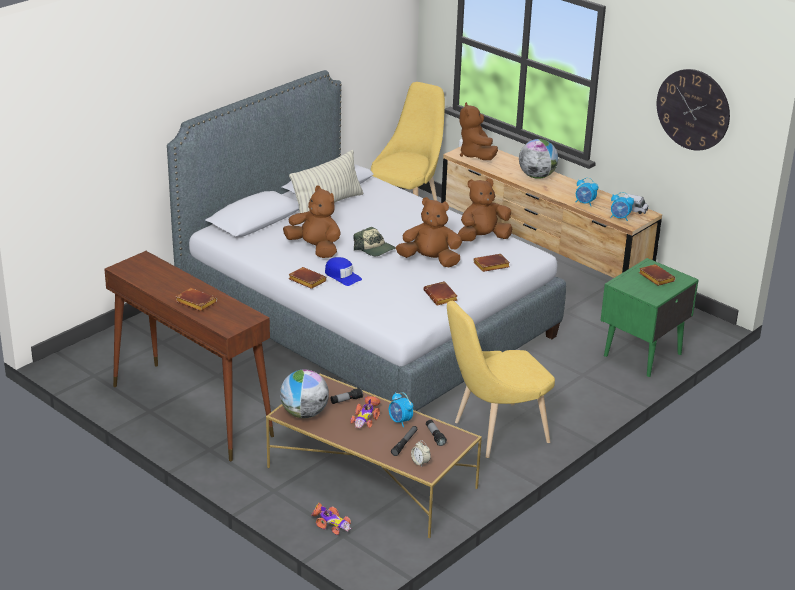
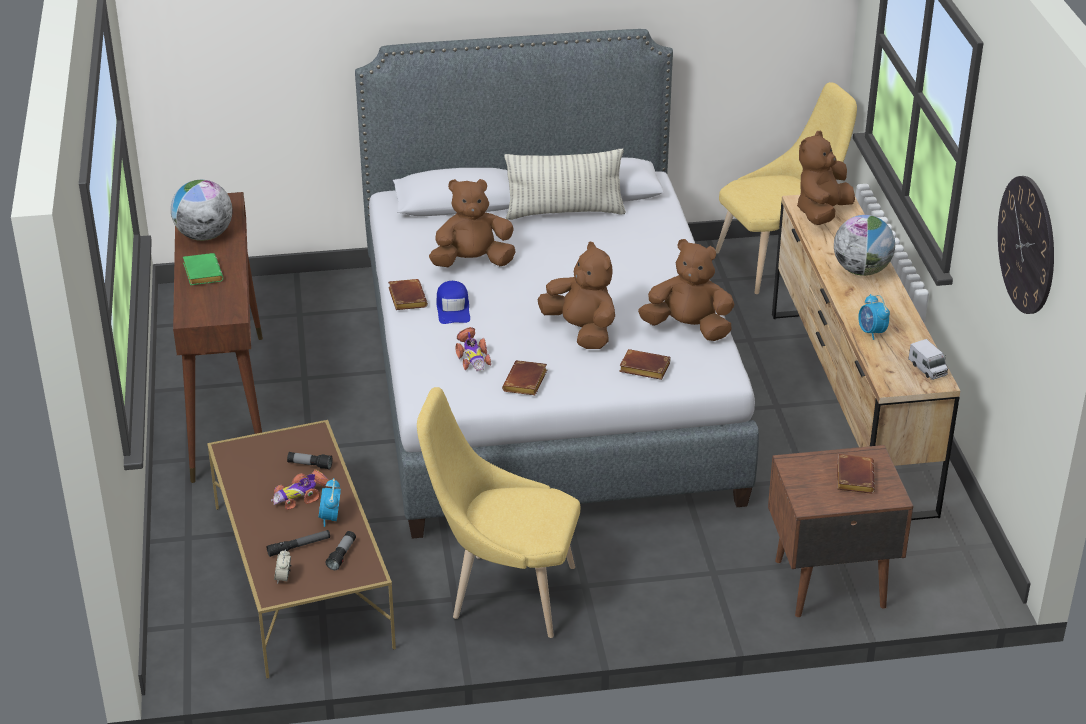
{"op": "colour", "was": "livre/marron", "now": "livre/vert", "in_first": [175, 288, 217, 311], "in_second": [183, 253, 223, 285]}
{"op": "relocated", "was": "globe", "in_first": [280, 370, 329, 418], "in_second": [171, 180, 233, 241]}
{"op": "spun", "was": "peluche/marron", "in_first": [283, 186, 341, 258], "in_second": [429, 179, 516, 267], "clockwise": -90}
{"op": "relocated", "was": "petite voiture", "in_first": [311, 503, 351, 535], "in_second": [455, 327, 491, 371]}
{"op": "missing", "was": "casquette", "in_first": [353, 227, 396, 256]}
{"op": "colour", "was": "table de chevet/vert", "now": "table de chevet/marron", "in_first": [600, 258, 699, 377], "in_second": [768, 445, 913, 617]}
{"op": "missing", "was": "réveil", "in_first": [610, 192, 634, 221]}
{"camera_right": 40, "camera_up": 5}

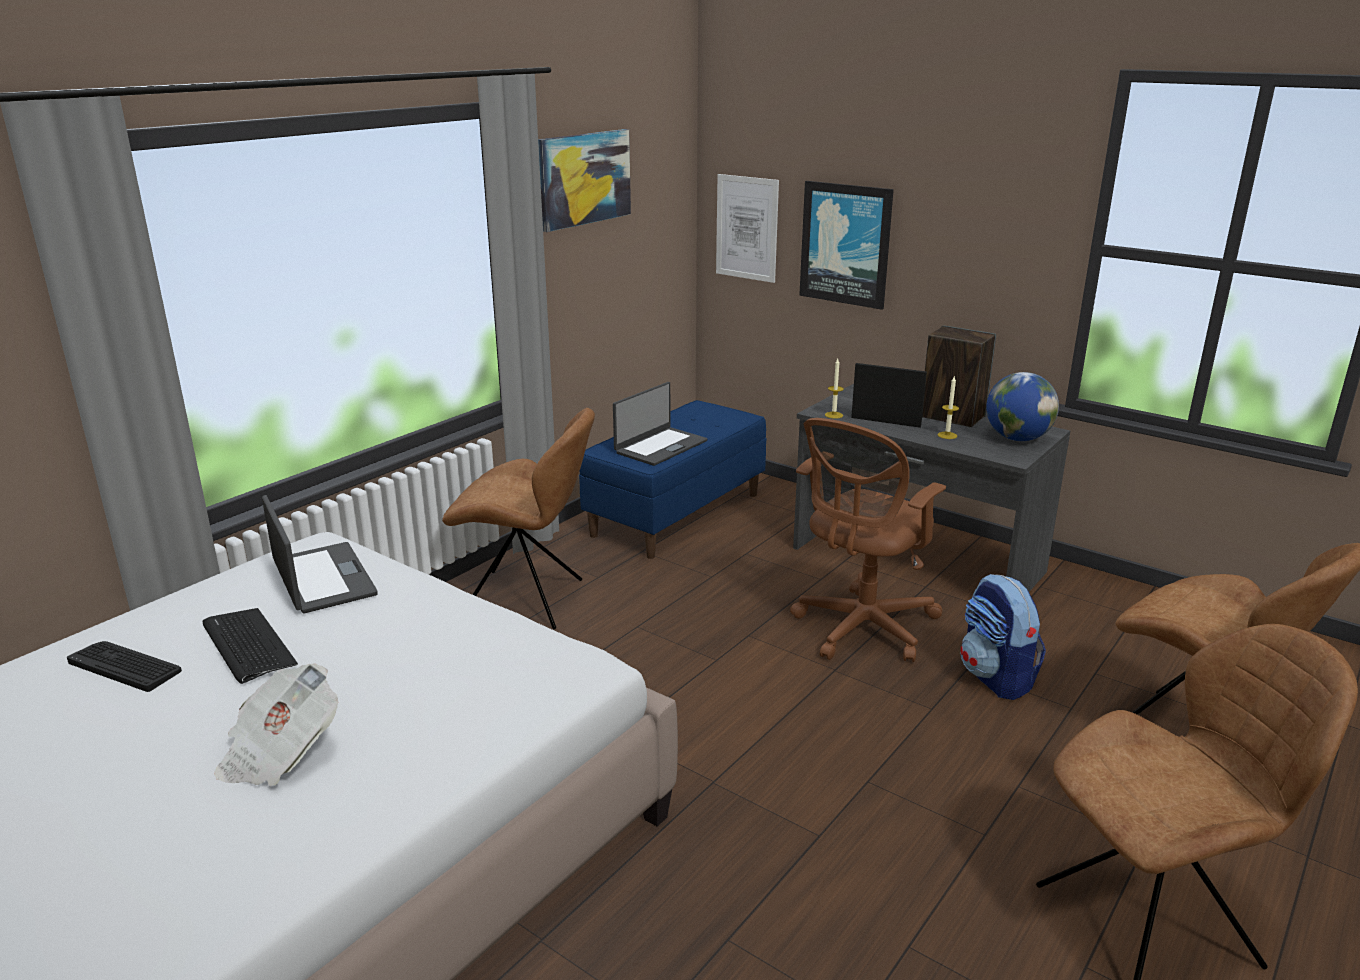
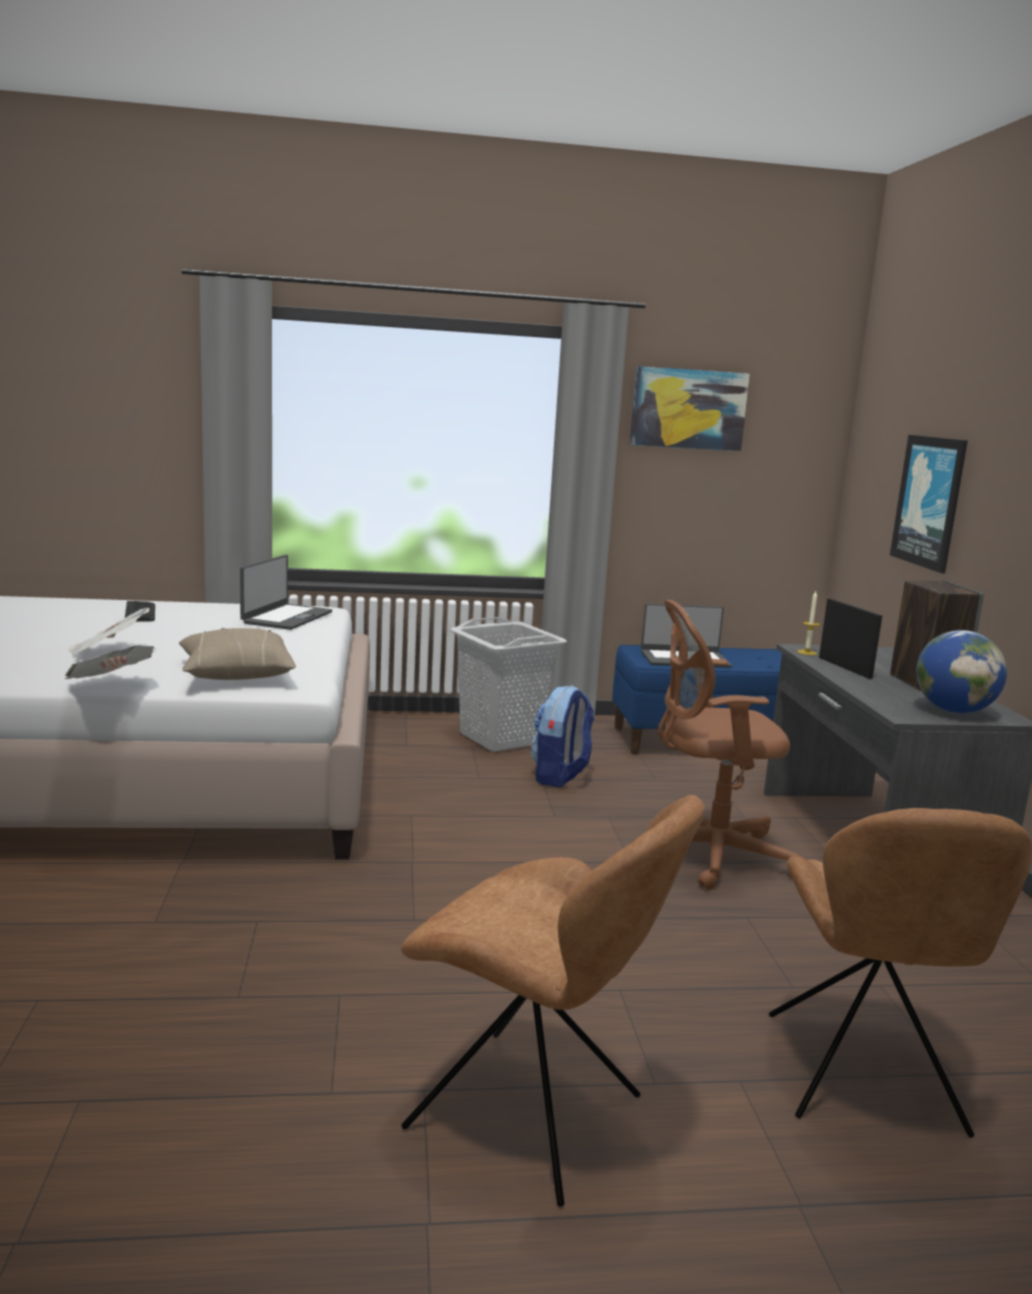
{"op": "missing", "was": "clavier", "in_first": [203, 608, 298, 684]}
{"op": "exchanged", "was": "chaise/marron", "now": "panier à linge/gris", "in_first": [442, 408, 595, 629], "in_second": [450, 617, 567, 752]}
{"op": "missing", "was": "tableau", "in_first": [716, 174, 779, 283]}
{"op": "missing", "was": "bougie", "in_first": [938, 377, 959, 439]}
{"op": "relocated", "was": "sac à dos", "in_first": [960, 574, 1046, 700], "in_second": [531, 685, 595, 787]}
{"op": "appeared", "now": "journal", "in_second": [64, 645, 154, 679]}
{"op": "appeared", "now": "coussin/beige", "in_second": [179, 628, 296, 680]}
{"camera_right": 45, "camera_up": -10}

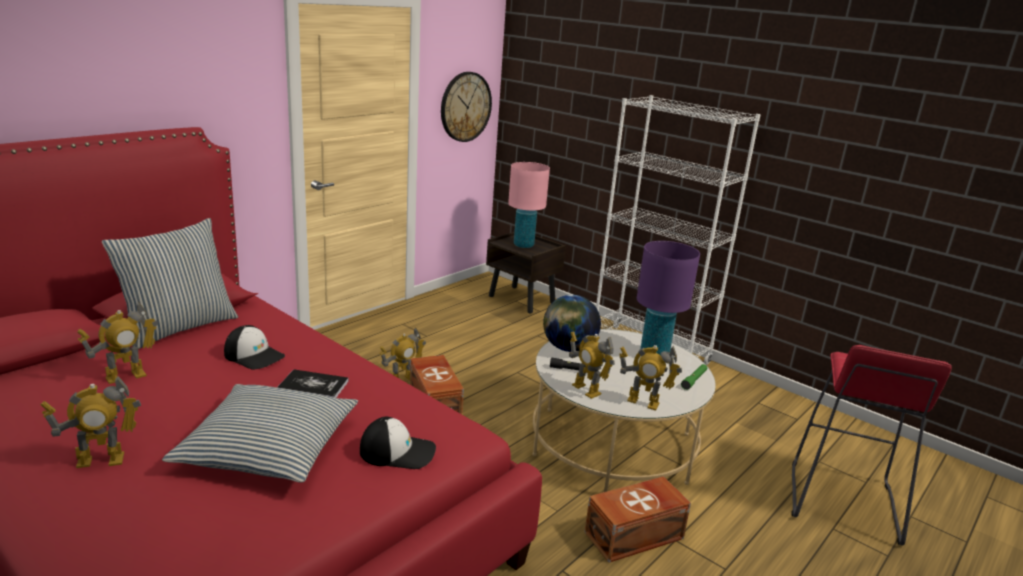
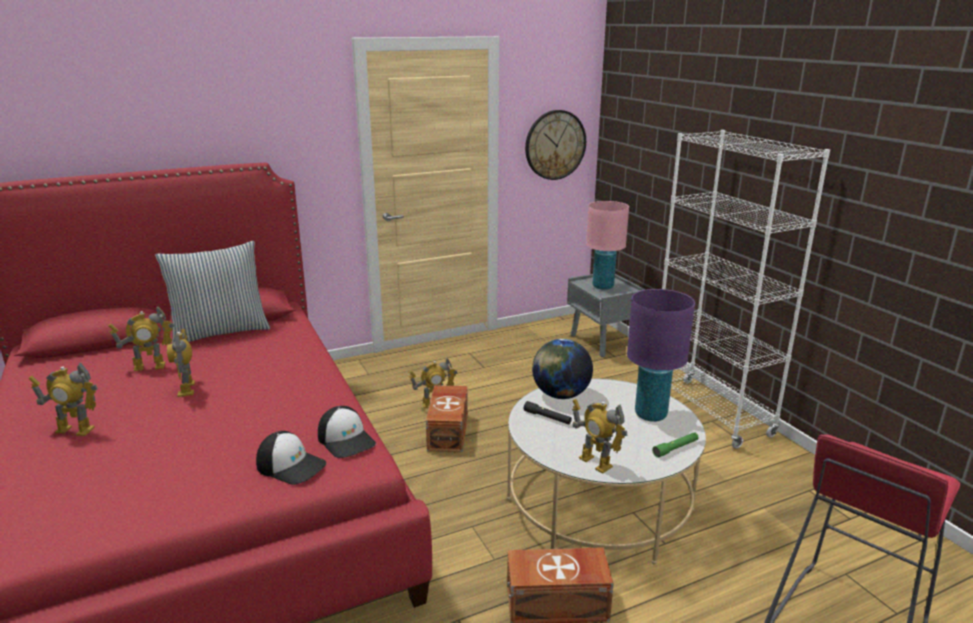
{"op": "missing", "was": "coussin", "in_first": [162, 384, 358, 483]}
{"op": "relocated", "was": "casquette", "in_first": [224, 325, 285, 370], "in_second": [318, 406, 376, 458]}
{"op": "missing", "was": "livre", "in_first": [277, 369, 349, 398]}
{"op": "colour", "was": "table de chevet/marron", "now": "table de chevet/gris", "in_first": [486, 232, 566, 313], "in_second": [567, 274, 646, 357]}
{"op": "relocated", "was": "robot jouet", "in_first": [569, 331, 615, 399], "in_second": [167, 329, 195, 397]}
{"camera_right": 25, "camera_up": 0}

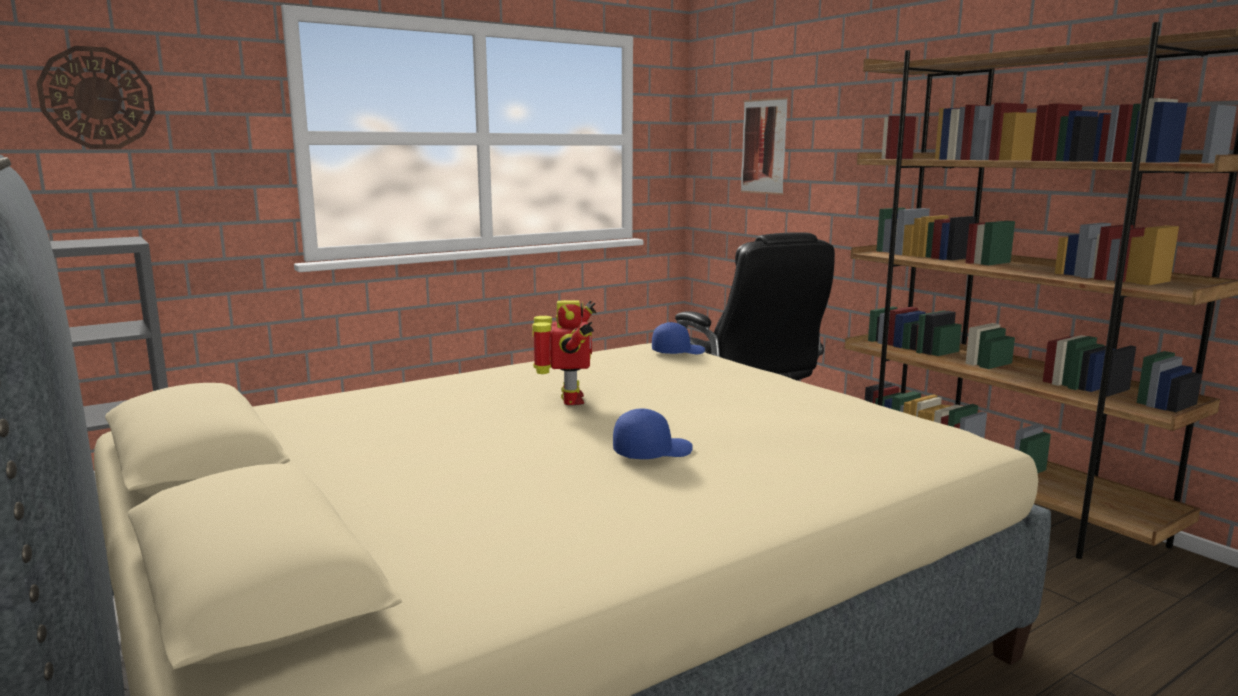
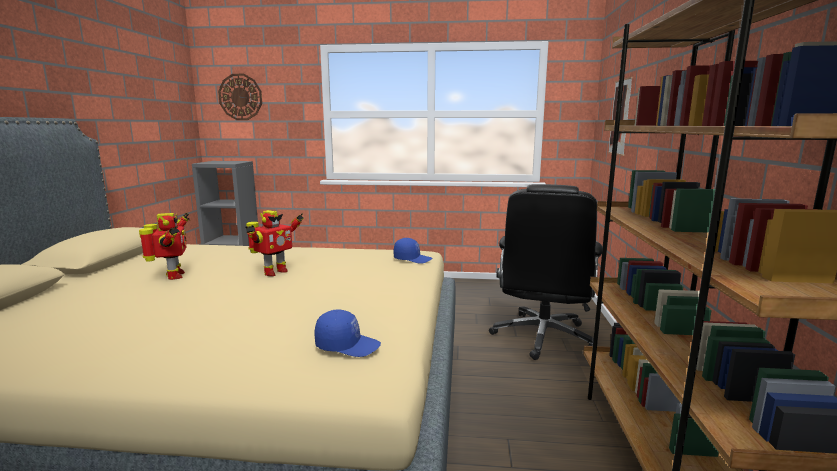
{"op": "relocated", "was": "casquette/bleu", "in_first": [613, 408, 693, 459], "in_second": [315, 310, 381, 357]}
{"op": "appeared", "now": "robot jouet", "in_second": [139, 213, 190, 280]}
{"camera_right": 40, "camera_up": 0}

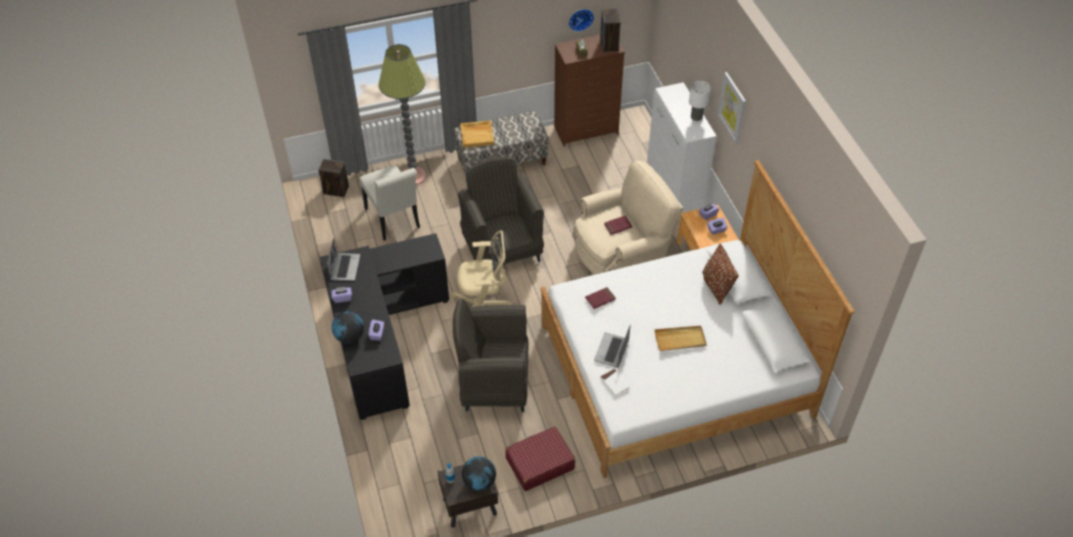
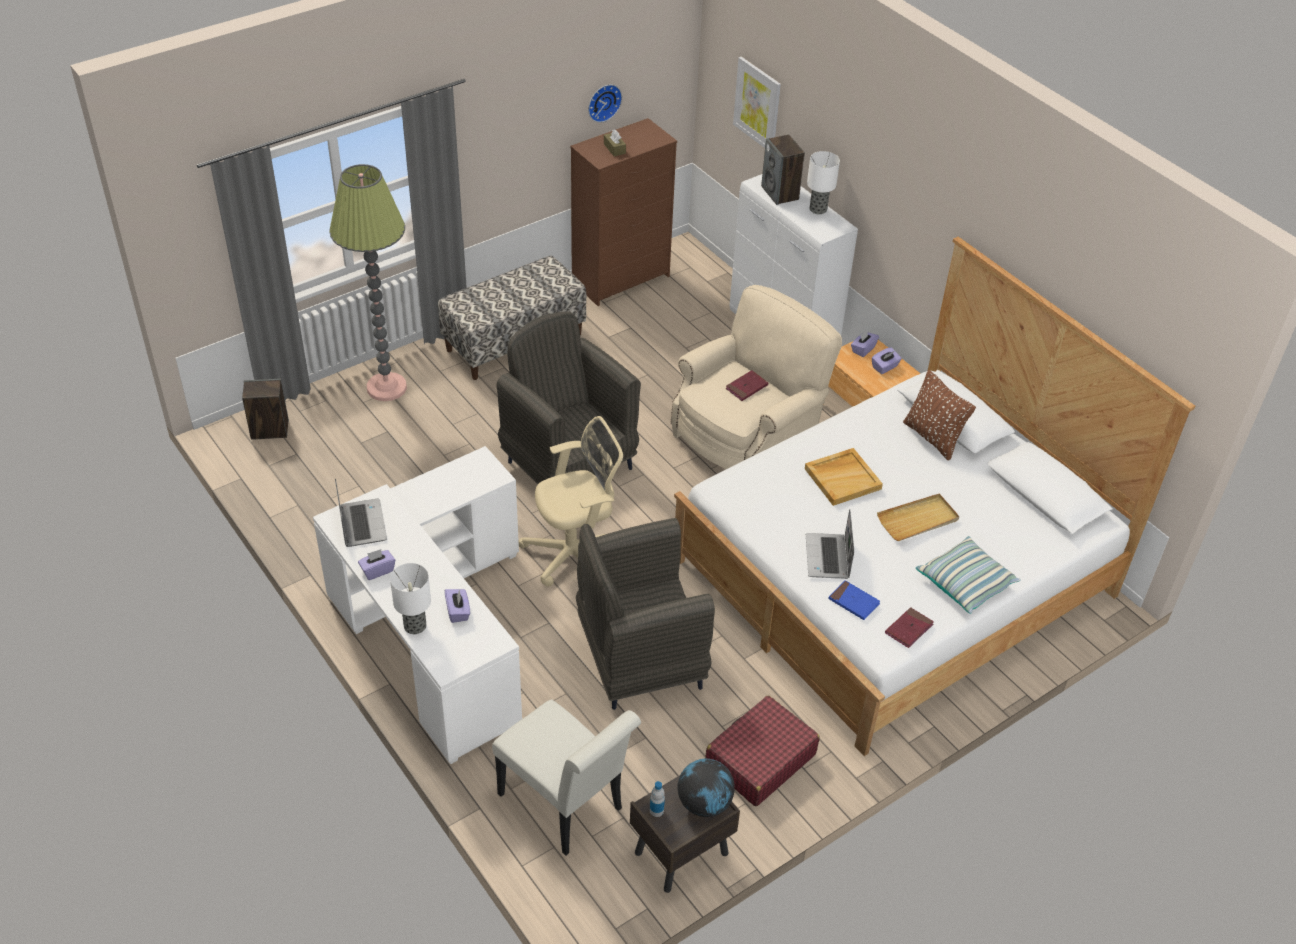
{"op": "colour", "was": "bureau/noir", "now": "bureau/blanc", "in_first": [320, 233, 449, 420], "in_second": [313, 446, 522, 764]}
{"op": "exchanged", "was": "globe", "now": "lampe de table", "in_first": [331, 311, 364, 343], "in_second": [390, 563, 431, 634]}
{"op": "relocated", "was": "chaise/blanc", "in_first": [359, 165, 420, 241], "in_second": [492, 699, 641, 856]}
{"op": "relocated", "was": "plateau/beige", "in_first": [460, 121, 494, 148], "in_second": [805, 448, 883, 506]}
{"op": "relocated", "was": "livre/rouge", "in_first": [585, 287, 616, 309], "in_second": [885, 607, 934, 648]}
{"op": "relocated", "was": "enceinte", "in_first": [600, 9, 621, 52], "in_second": [761, 135, 805, 205]}
{"op": "colour", "was": "livre/blanc", "now": "livre/bleu", "in_first": [600, 368, 630, 396], "in_second": [829, 580, 880, 620]}
{"op": "relocated", "was": "tableau", "in_first": [718, 72, 746, 143], "in_second": [733, 56, 781, 148]}
{"op": "appeared", "now": "coussin", "in_second": [916, 536, 1021, 614]}
{"camera_right": -20, "camera_up": -5}

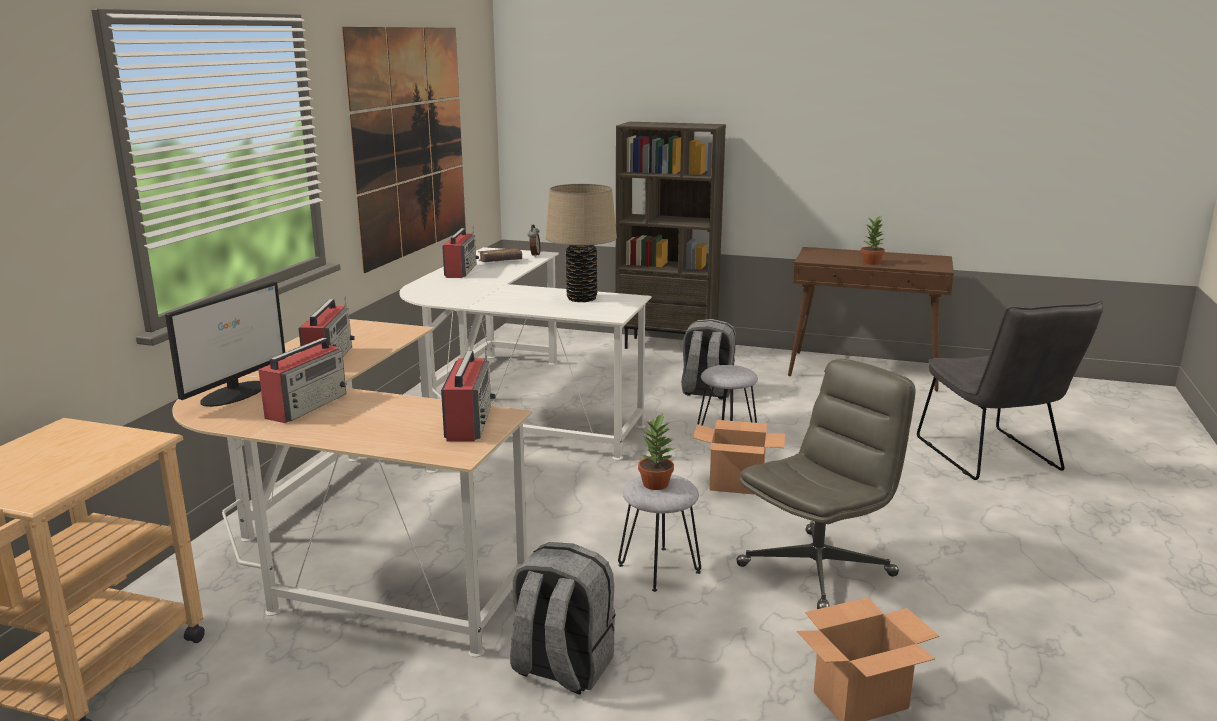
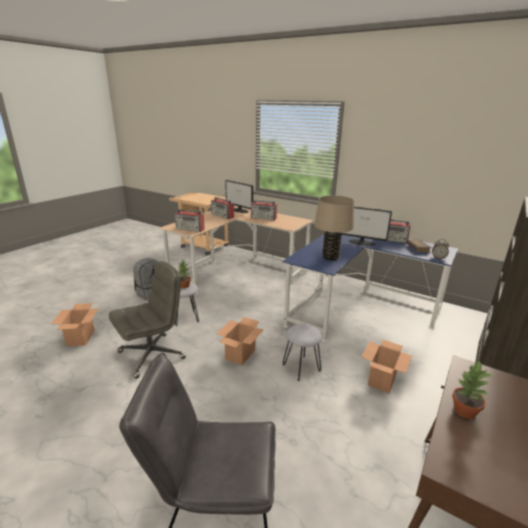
{"op": "missing", "was": "tableau", "in_first": [342, 27, 466, 273]}
{"op": "colour", "was": "bureau/blanc", "now": "bureau/bleu", "in_first": [399, 247, 652, 460], "in_second": [282, 234, 458, 342]}
{"op": "exchanged", "was": "sac à dos/gris", "now": "carton", "in_first": [681, 319, 736, 399], "in_second": [362, 340, 412, 393]}
{"op": "spun", "was": "chaise de bureau/gris", "in_first": [736, 359, 915, 609], "in_second": [109, 261, 186, 379], "clockwise": -105}
{"op": "appeared", "now": "écran d'ordinateur", "in_second": [342, 207, 392, 246]}
{"camera_right": 105, "camera_up": 5}

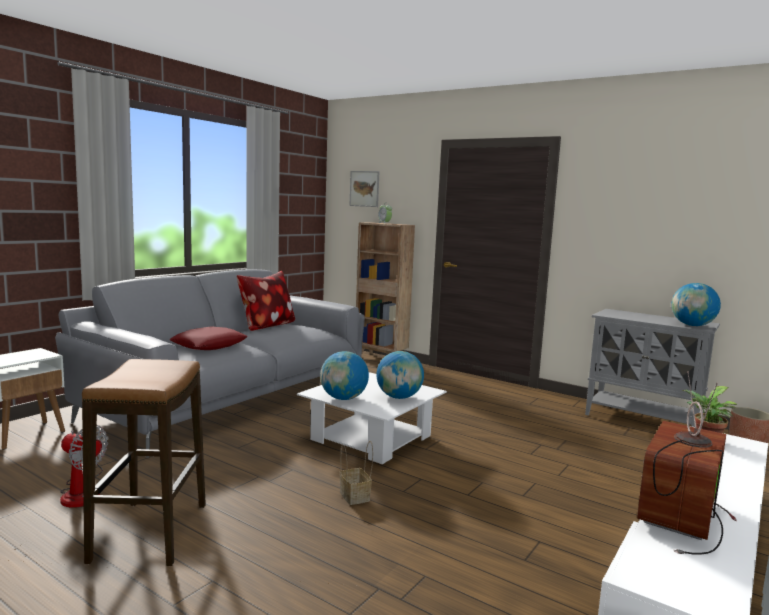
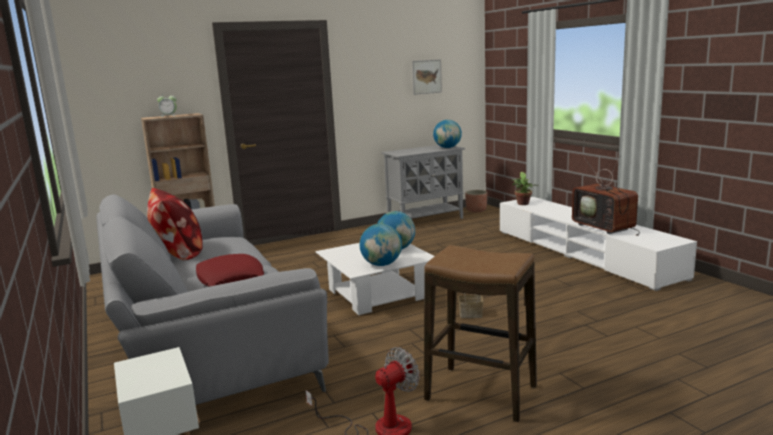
{"op": "relocated", "was": "tableau", "in_first": [349, 171, 380, 207], "in_second": [412, 59, 442, 95]}
{"camera_right": -60, "camera_up": 5}

